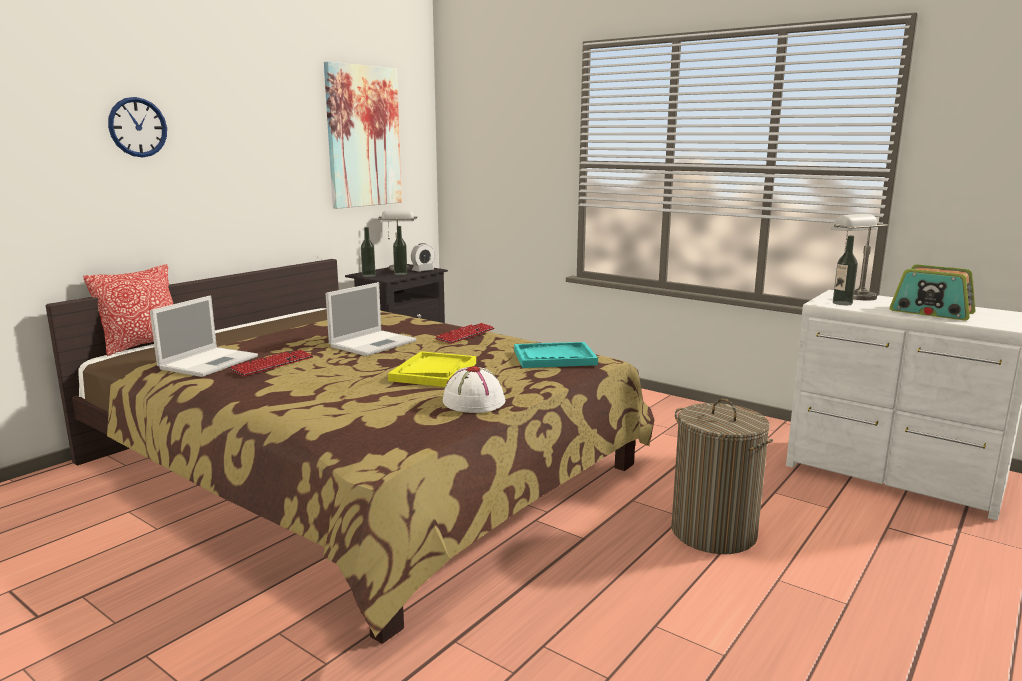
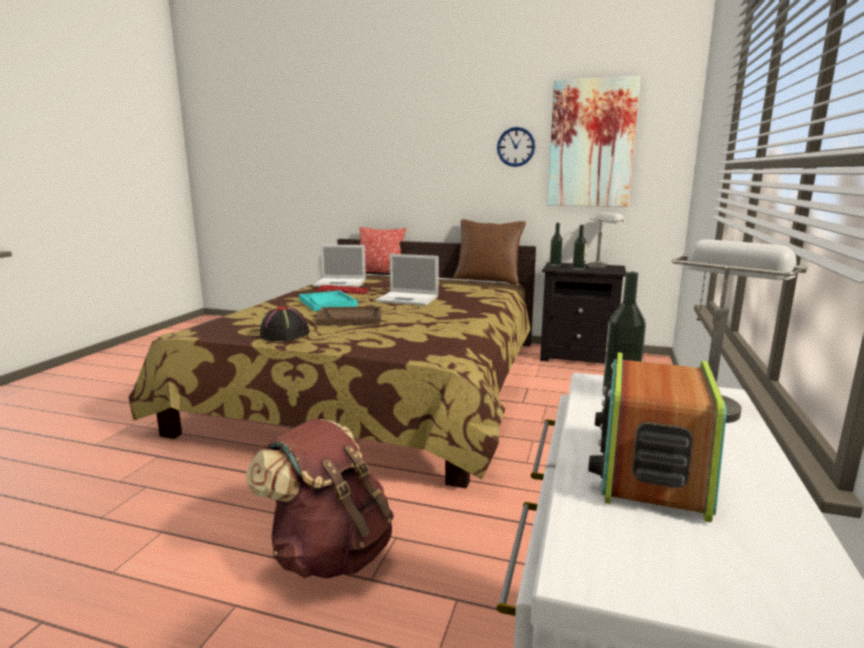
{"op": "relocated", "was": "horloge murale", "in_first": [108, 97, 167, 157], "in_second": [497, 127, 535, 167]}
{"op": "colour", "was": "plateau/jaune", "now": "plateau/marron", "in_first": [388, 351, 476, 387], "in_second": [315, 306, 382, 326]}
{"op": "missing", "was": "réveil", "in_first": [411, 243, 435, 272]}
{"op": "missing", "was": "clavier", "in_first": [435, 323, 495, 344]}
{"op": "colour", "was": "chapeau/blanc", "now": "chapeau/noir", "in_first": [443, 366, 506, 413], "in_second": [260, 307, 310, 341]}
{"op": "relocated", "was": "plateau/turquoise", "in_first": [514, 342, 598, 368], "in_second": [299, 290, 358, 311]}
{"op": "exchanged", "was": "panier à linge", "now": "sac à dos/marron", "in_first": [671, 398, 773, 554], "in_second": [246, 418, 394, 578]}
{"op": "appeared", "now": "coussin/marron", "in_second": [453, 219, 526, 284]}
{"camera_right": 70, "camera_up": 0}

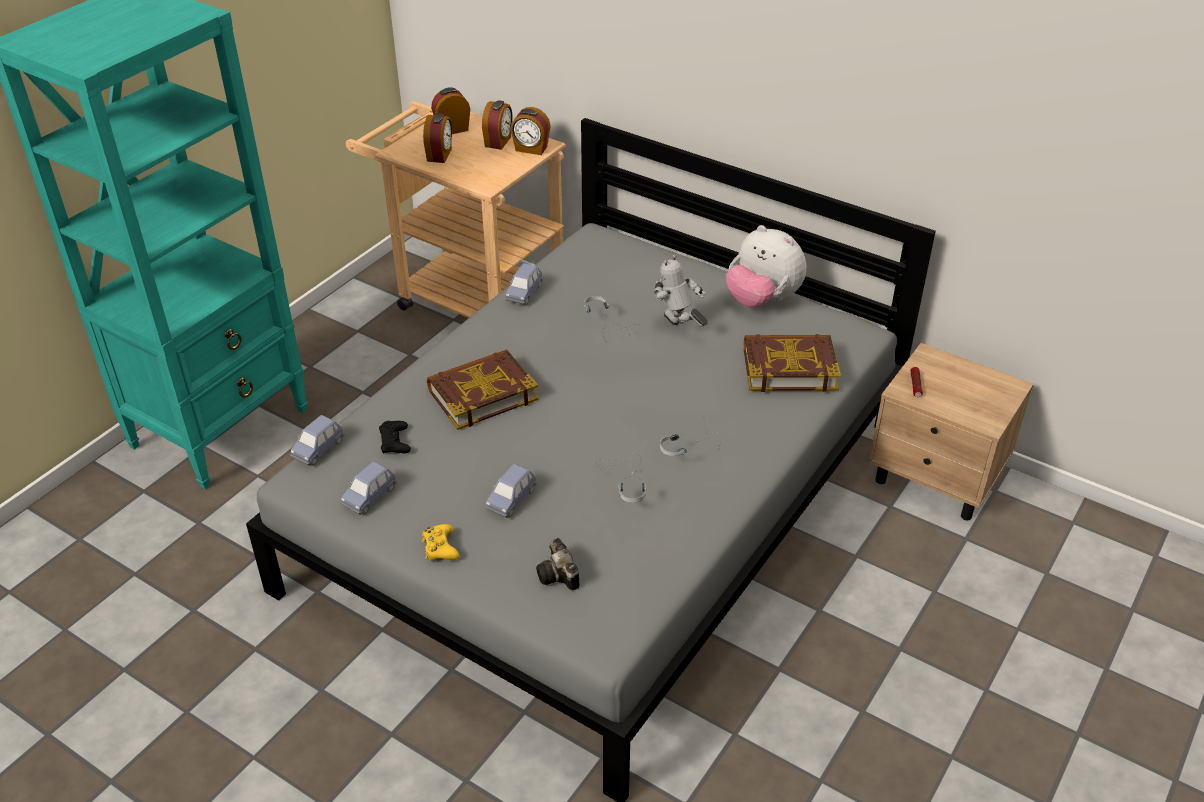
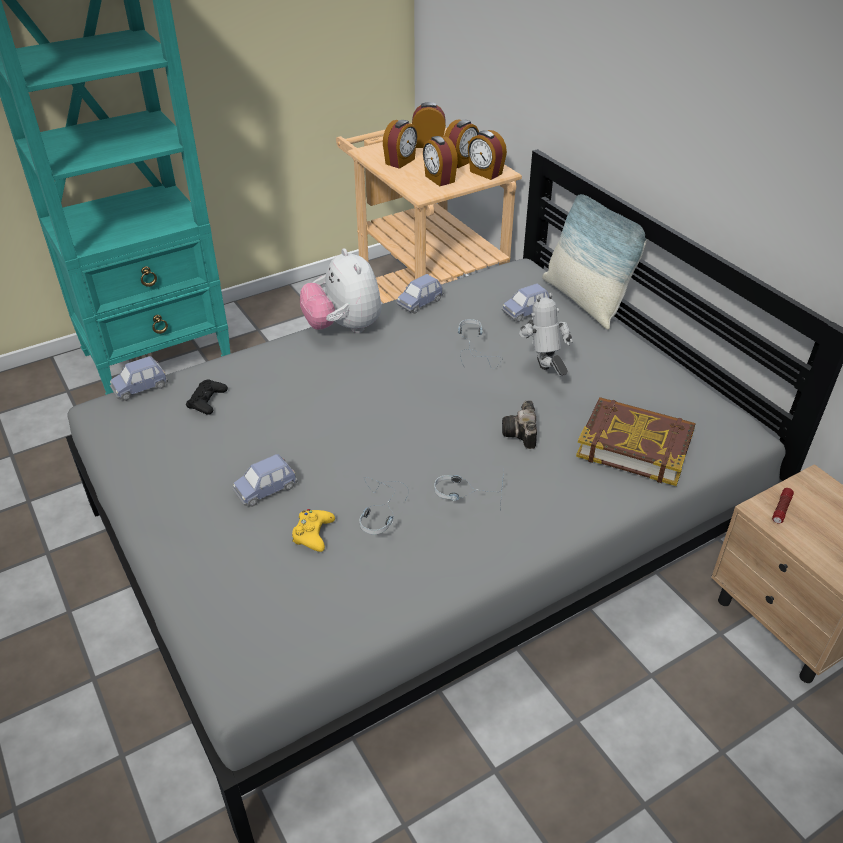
{"op": "relocated", "was": "petite voiture/bleu", "in_first": [341, 461, 397, 515], "in_second": [502, 283, 549, 322]}
{"op": "relocated", "was": "manette/jaune", "in_first": [422, 524, 459, 561], "in_second": [292, 509, 335, 552]}
{"op": "missing", "was": "livre", "in_first": [427, 349, 539, 430]}
{"op": "relocated", "was": "appareil photo", "in_first": [536, 538, 580, 591], "in_second": [502, 401, 537, 449]}
{"op": "relocated", "was": "peluche", "in_first": [726, 225, 806, 308], "in_second": [300, 248, 382, 333]}
{"op": "appeared", "now": "réveil", "in_second": [423, 136, 458, 186]}
{"op": "appeared", "now": "coussin", "in_second": [542, 194, 648, 330]}
{"camera_right": 25, "camera_up": 0}

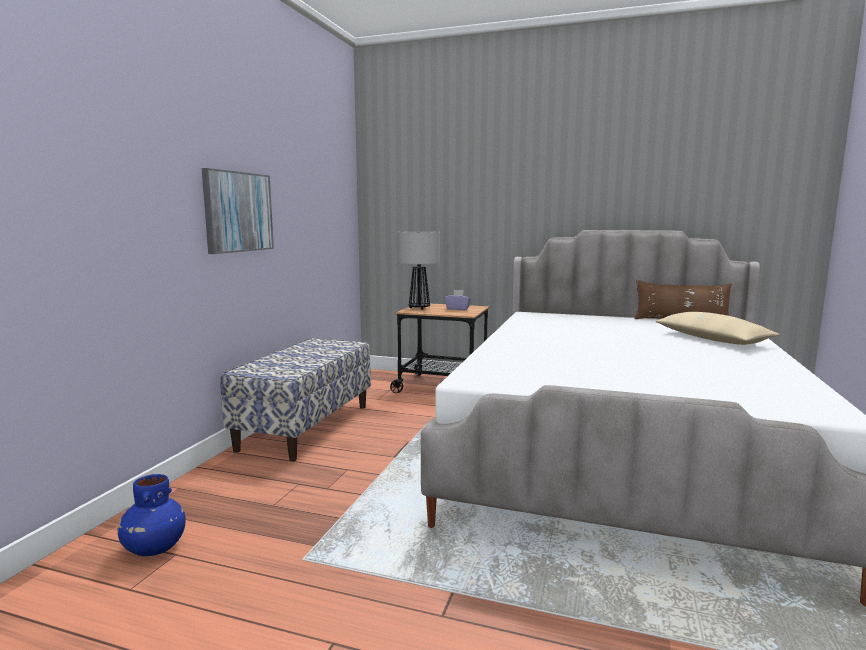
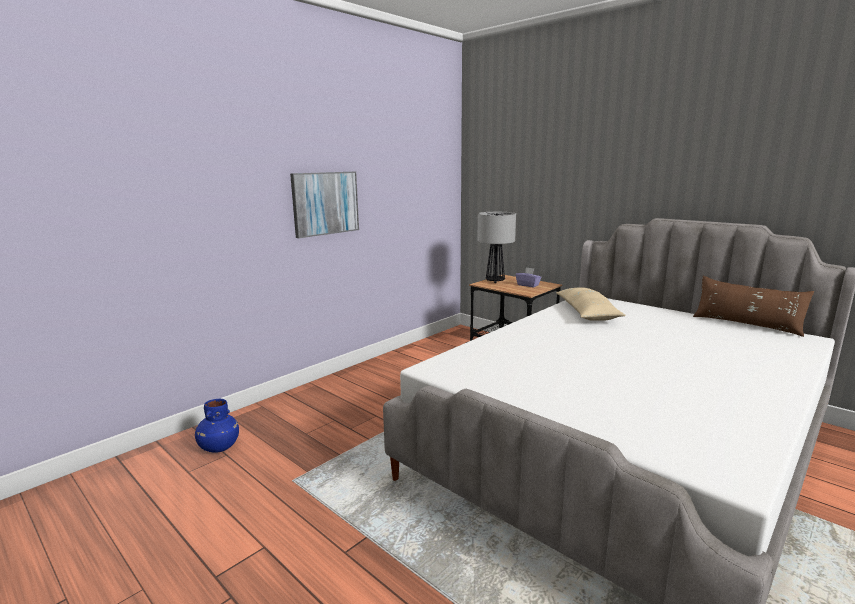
{"op": "missing", "was": "banc", "in_first": [220, 338, 371, 461]}
{"op": "relocated", "was": "coussin/beige", "in_first": [655, 312, 780, 345], "in_second": [556, 287, 626, 321]}
{"camera_right": 25, "camera_up": 5}

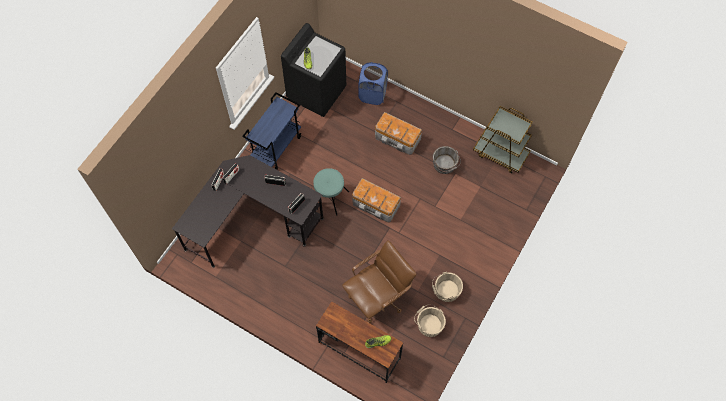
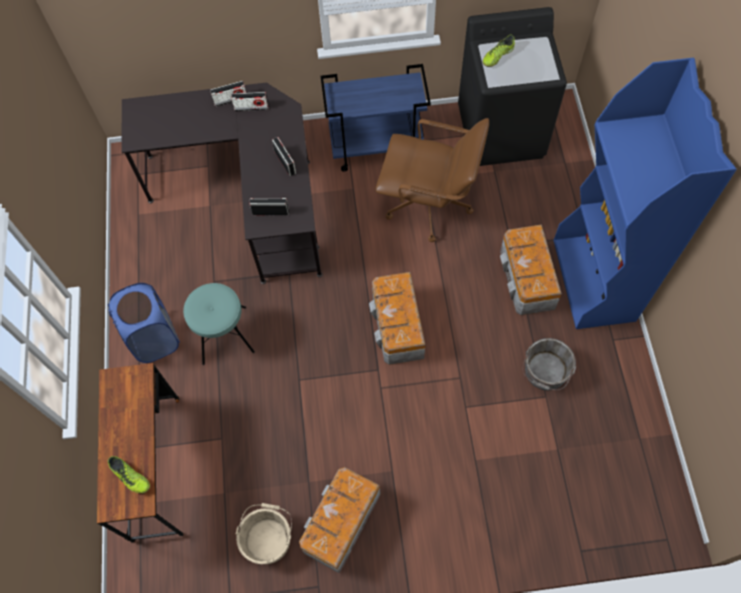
{"op": "relocated", "was": "tabouret/turquoise", "in_first": [313, 168, 349, 215], "in_second": [183, 283, 255, 365]}
{"op": "relocated", "was": "chaise de bureau/marron", "in_first": [342, 240, 416, 323], "in_second": [375, 118, 489, 242]}
{"op": "relocated", "was": "panier à linge/bleu", "in_first": [358, 62, 388, 105], "in_second": [108, 283, 180, 363]}
{"op": "exchanged", "was": "seau/beige", "now": "boîte de rangement", "in_first": [432, 272, 463, 302], "in_second": [299, 467, 381, 574]}
{"op": "missing", "was": "chariot/marron", "in_first": [473, 106, 532, 173]}
{"op": "appeared", "now": "bibliothèque/bleu", "in_second": [553, 58, 737, 329]}
{"camera_right": 55, "camera_up": 0}

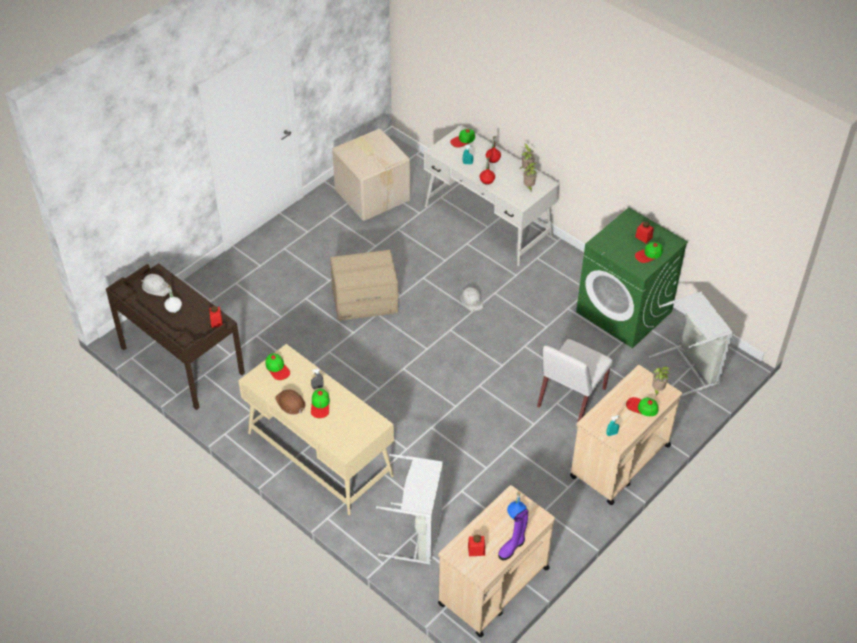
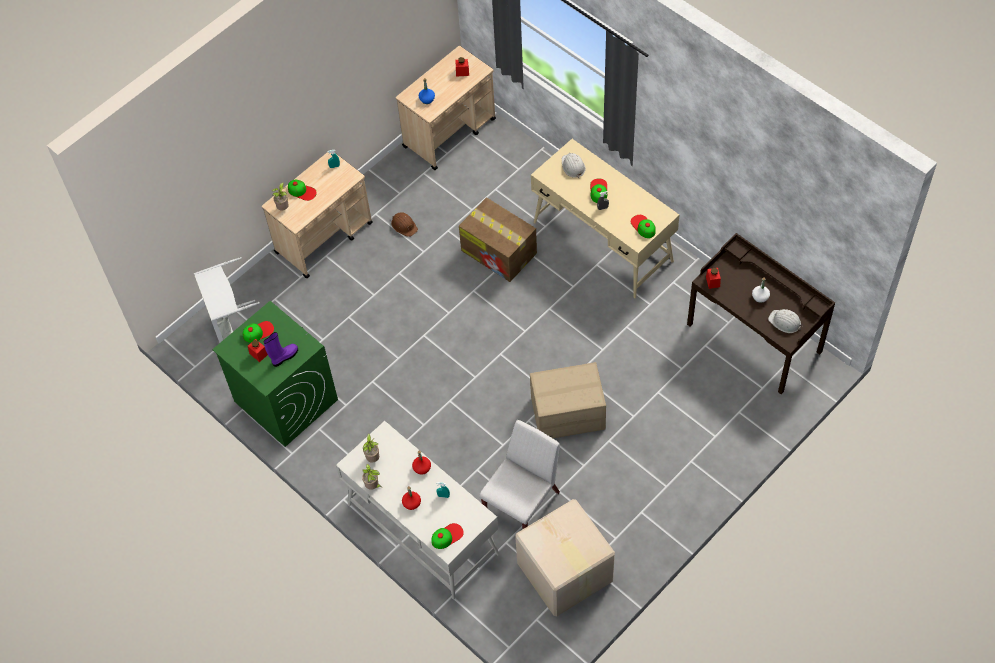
{"op": "relocated", "was": "casque de chantier/marron", "in_first": [275, 389, 305, 415], "in_second": [391, 212, 418, 237]}
{"op": "missing", "was": "panier à linge/gris", "in_first": [376, 454, 443, 565]}
{"op": "relocated", "was": "casque de chantier/blanc", "in_first": [460, 287, 483, 312], "in_second": [562, 153, 586, 178]}
{"op": "relocated", "was": "botte/violet", "in_first": [498, 509, 528, 560], "in_second": [264, 332, 298, 367]}
{"op": "relocated", "was": "chaise/blanc", "in_first": [537, 339, 613, 421], "in_second": [479, 420, 560, 529]}
{"op": "appeared", "now": "carton", "in_second": [459, 197, 537, 282]}
{"camera_right": -175, "camera_up": 10}

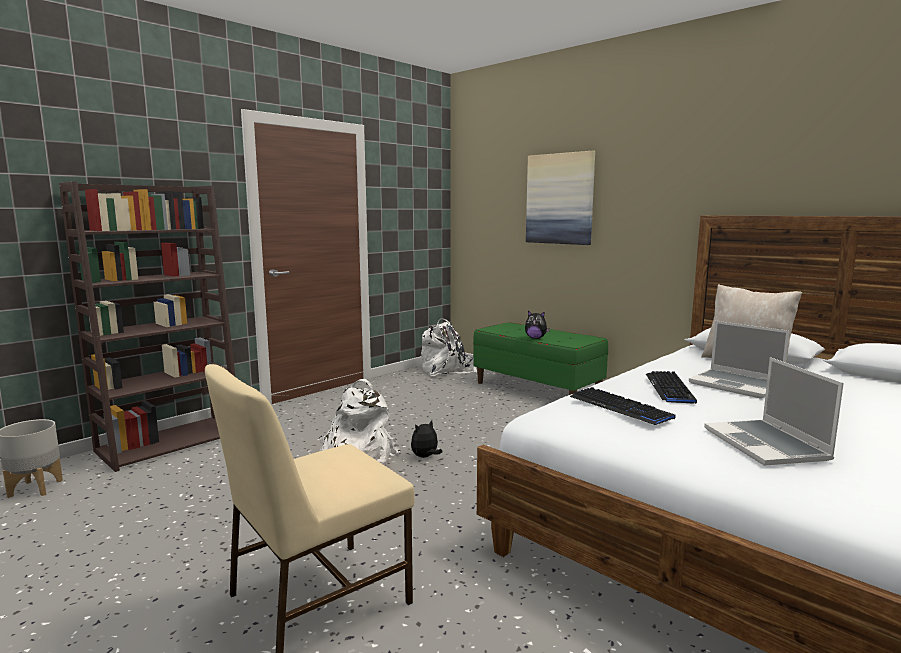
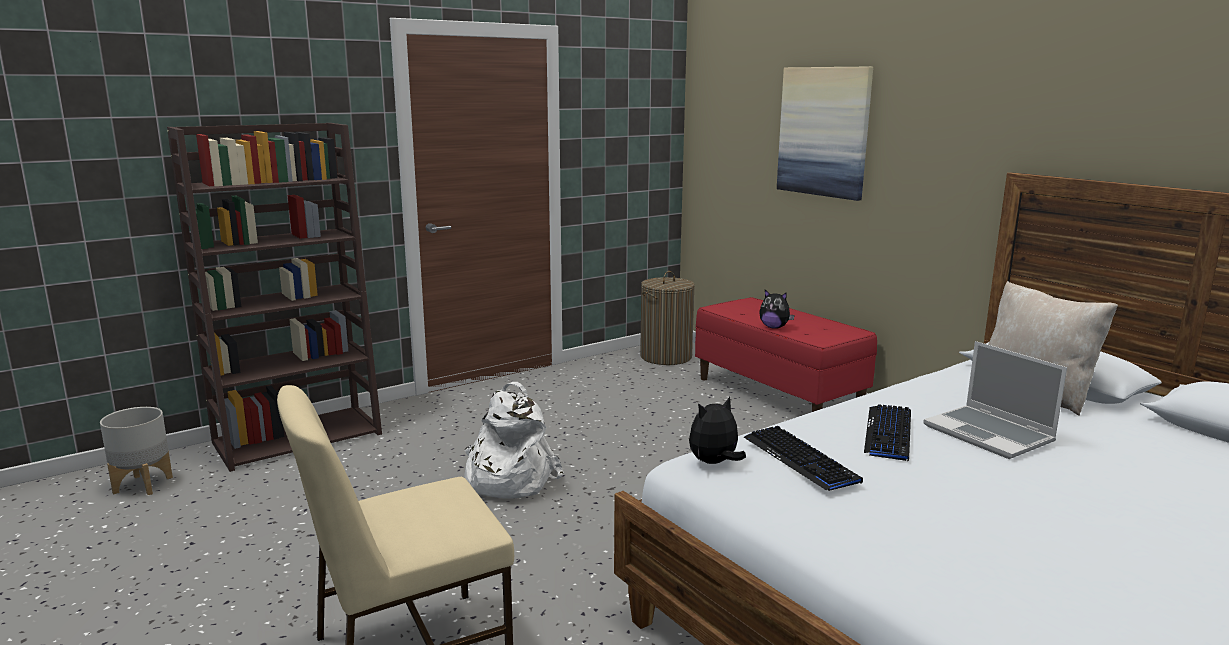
{"op": "relocated", "was": "peluche", "in_first": [411, 420, 442, 458], "in_second": [689, 397, 746, 464]}
{"op": "exchanged", "was": "sac à dos/blanc", "now": "panier à linge", "in_first": [421, 318, 477, 376], "in_second": [640, 271, 695, 365]}
{"op": "colour", "was": "banc/vert", "now": "banc/rouge", "in_first": [473, 322, 608, 395], "in_second": [695, 297, 877, 412]}
{"op": "missing", "was": "ordinateur portable", "in_first": [704, 357, 844, 466]}
{"camera_right": 10, "camera_up": 5}

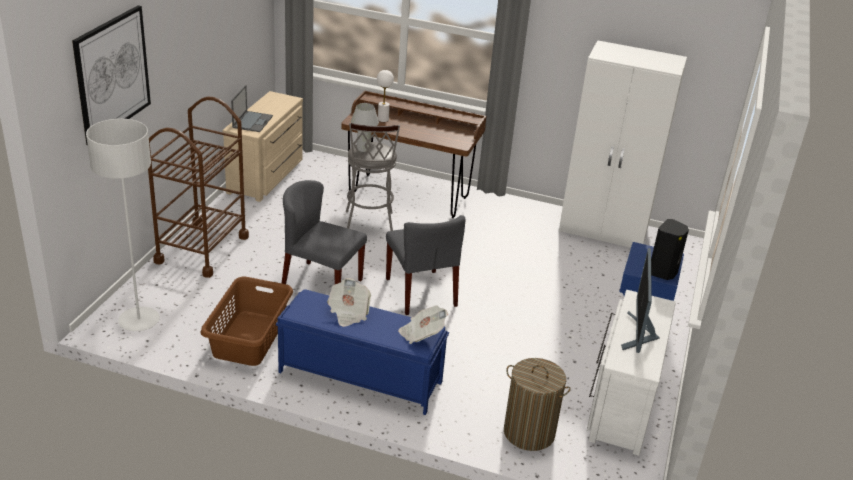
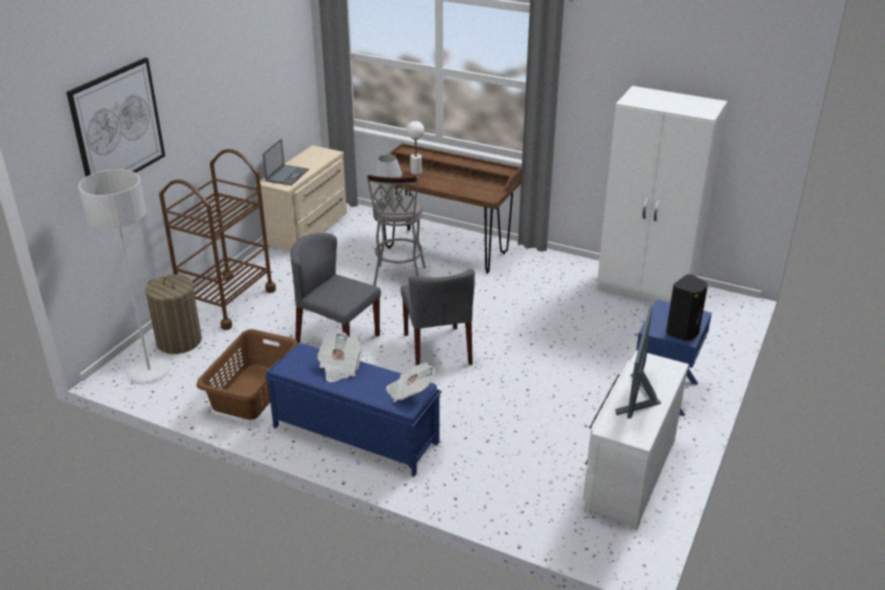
{"op": "relocated", "was": "panier à linge", "in_first": [504, 358, 571, 451], "in_second": [145, 275, 202, 354]}
{"camera_right": 10, "camera_up": 0}

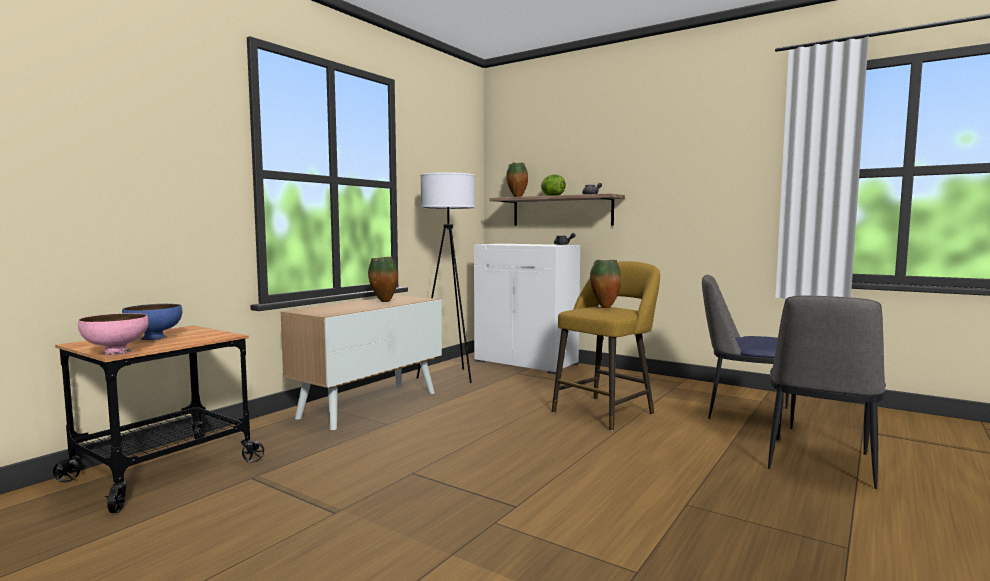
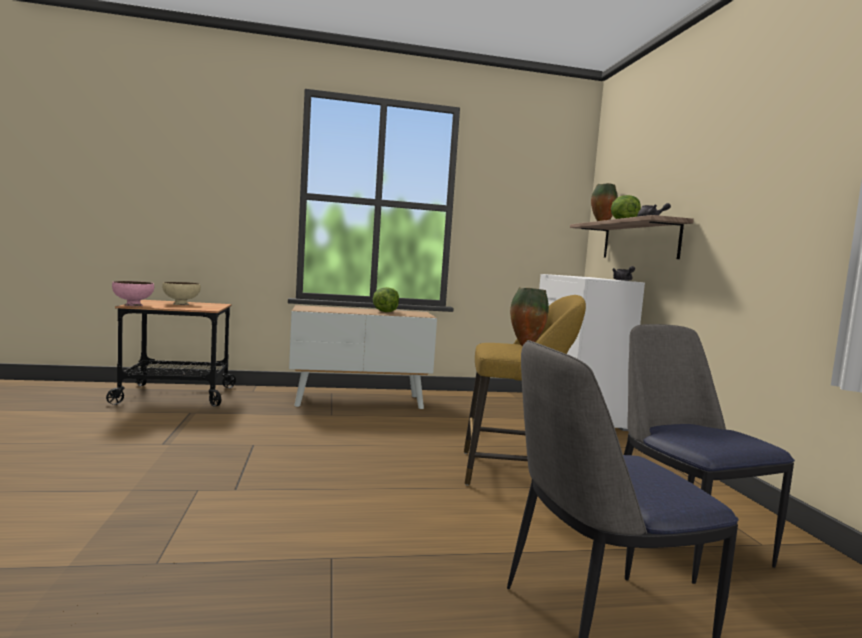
{"op": "colour", "was": "bol/bleu", "now": "bol/beige", "in_first": [122, 304, 182, 340], "in_second": [162, 282, 201, 305]}
{"op": "exchanged", "was": "vase", "now": "laitue", "in_first": [368, 257, 398, 302], "in_second": [373, 287, 399, 312]}
{"op": "missing", "was": "lampadaire/blanc", "in_first": [417, 172, 475, 383]}
{"camera_right": 45, "camera_up": 0}

